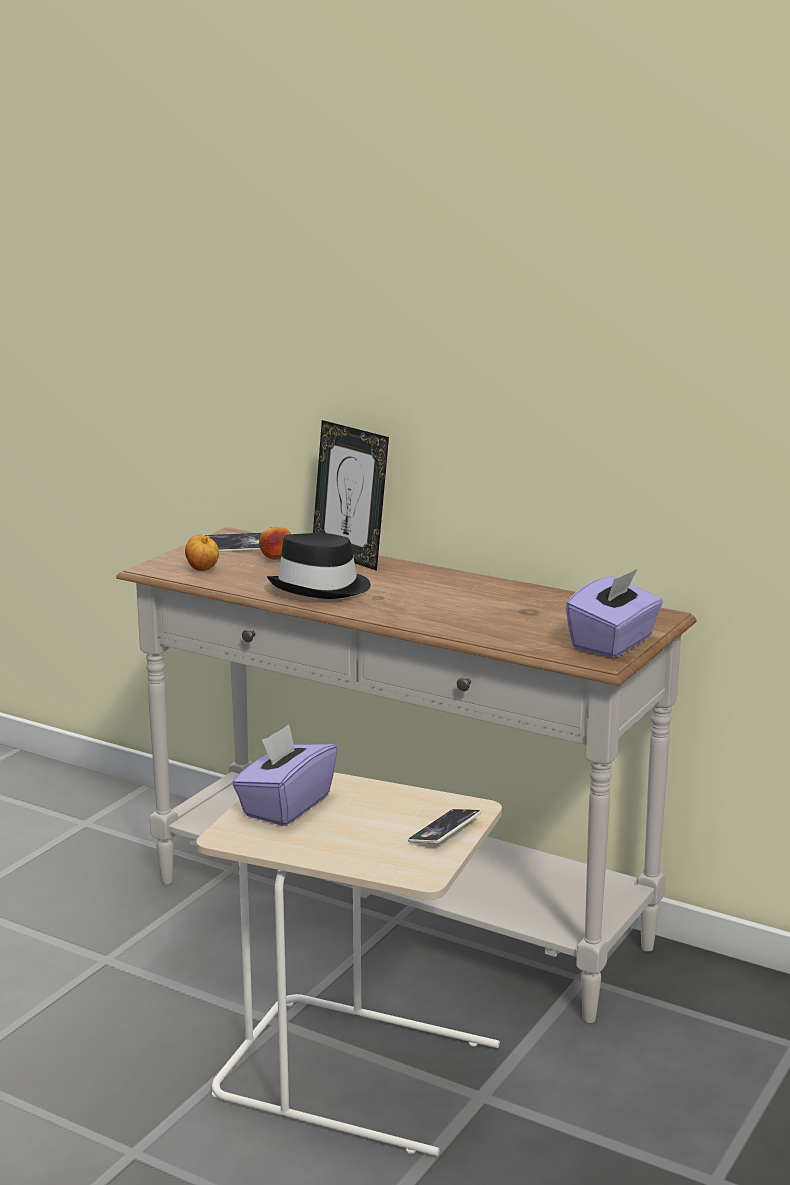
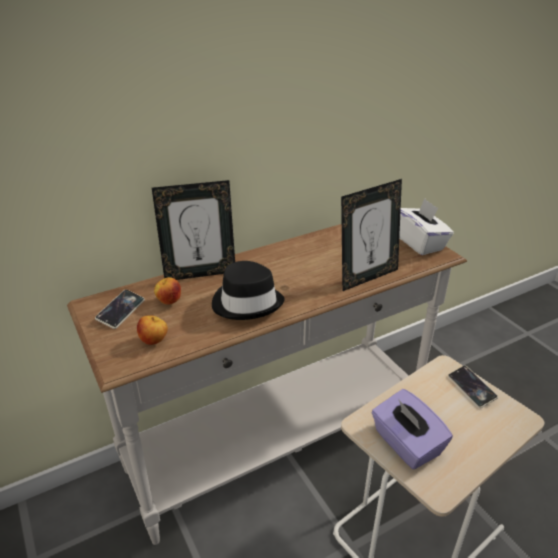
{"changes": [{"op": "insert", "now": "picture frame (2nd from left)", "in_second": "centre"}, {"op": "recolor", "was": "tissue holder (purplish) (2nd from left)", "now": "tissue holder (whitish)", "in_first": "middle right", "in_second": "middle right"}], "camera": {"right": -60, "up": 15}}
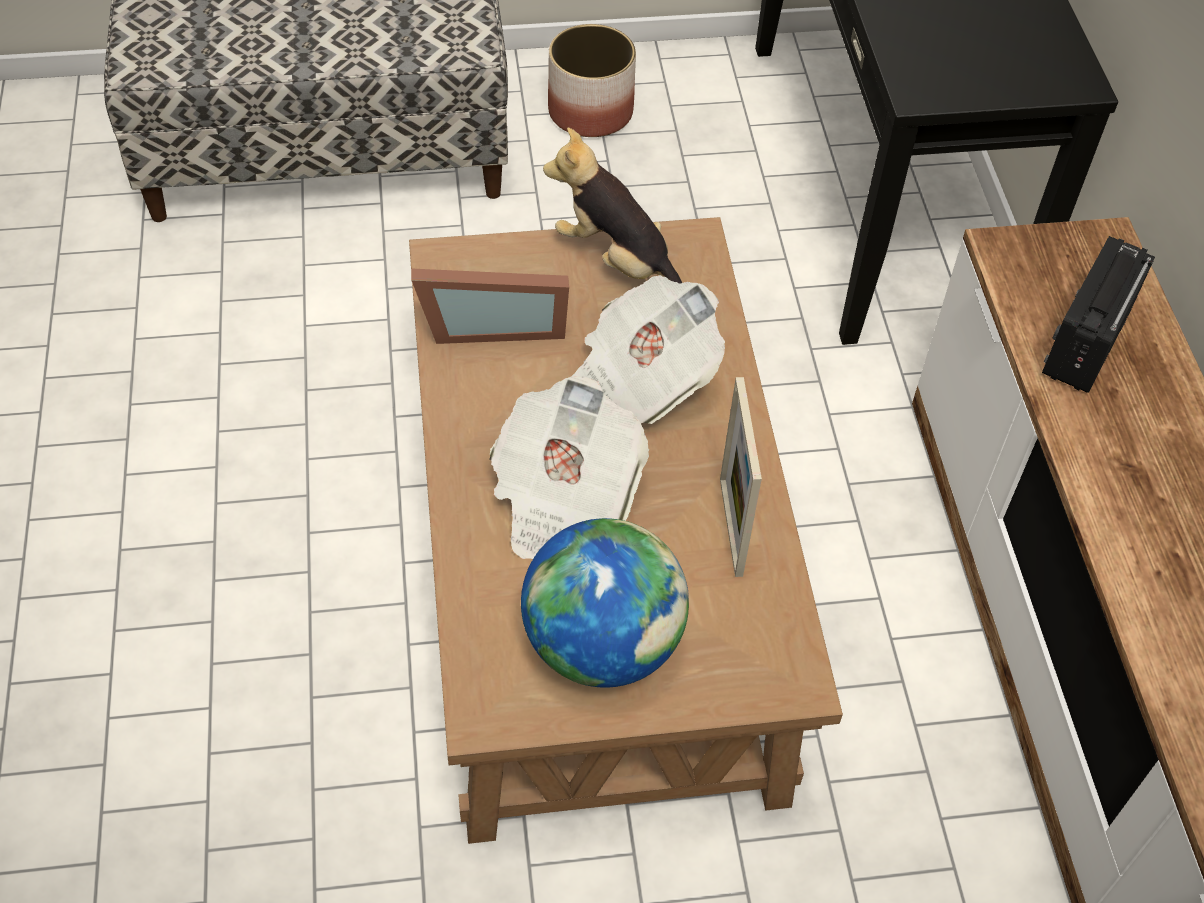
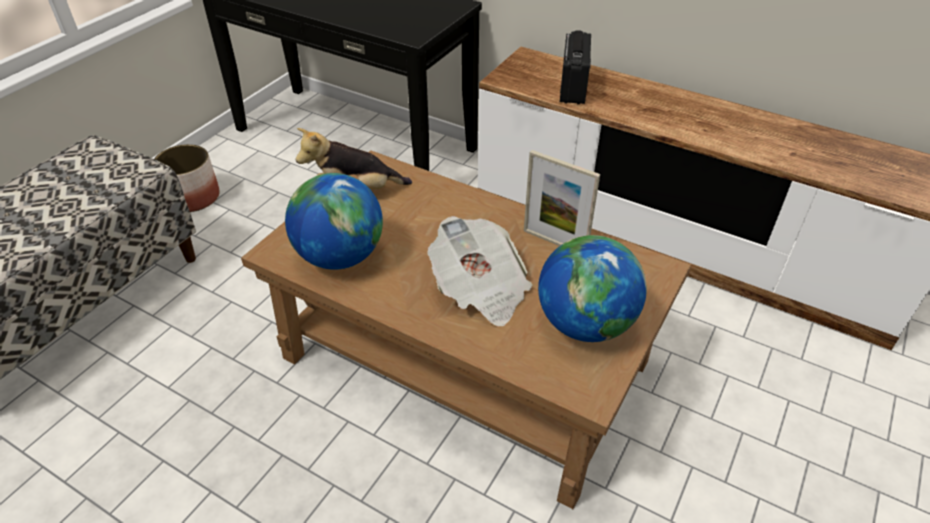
{"changes": [{"op": "replace", "was": "picture frame (1st from left)", "now": "world globe (1st from left)", "in_first": "centre", "in_second": "centre"}, {"op": "rotate", "was": "radio", "in_first": "middle right", "in_second": "top centre", "clockwise": -150}, {"op": "delete", "was": "newspaper (2nd from left)", "in_first": "centre"}], "camera": {"right": -50, "up": -10}}
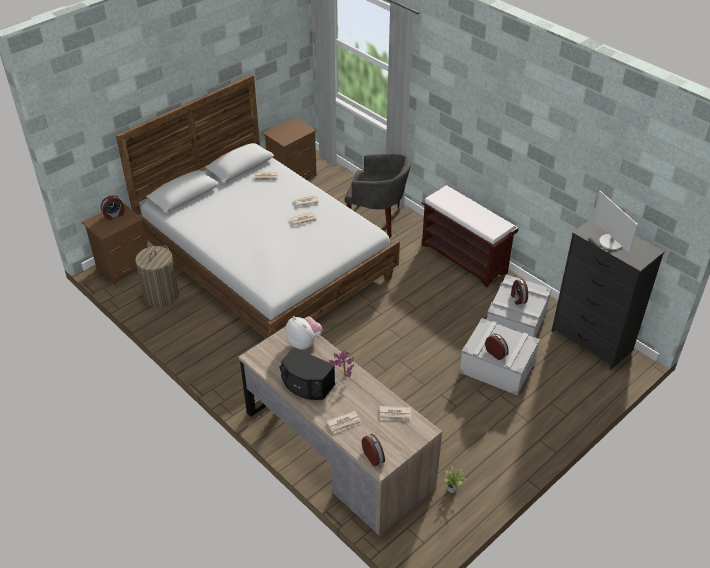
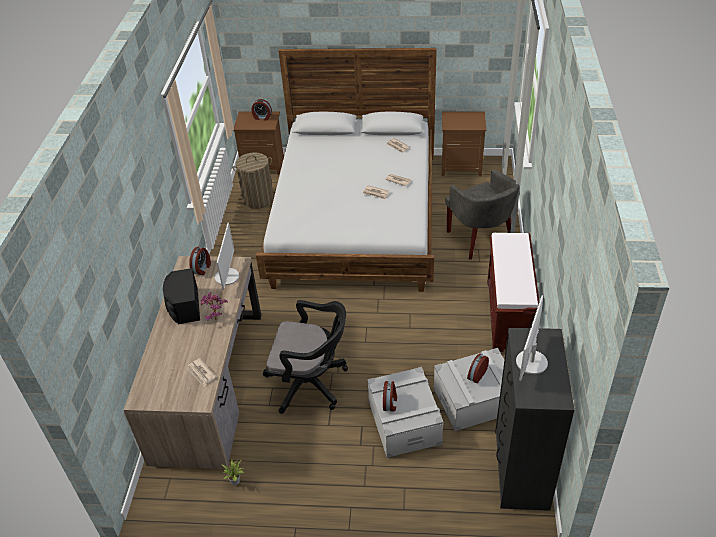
{"changes": [{"op": "move", "was": "alarm clock (2nd from left in the first image)", "now": "alarm clock (1st from left)", "in_first": "bottom centre", "in_second": "middle left"}, {"op": "replace", "was": "plush toy", "now": "computer display (1st from left)", "in_first": "centre", "in_second": "middle left"}, {"op": "insert", "now": "office chair (blackish)", "in_second": "centre"}, {"op": "delete", "was": "newspaper (4th from left)", "in_first": "bottom centre"}], "camera": {"right": 50, "up": 0}}
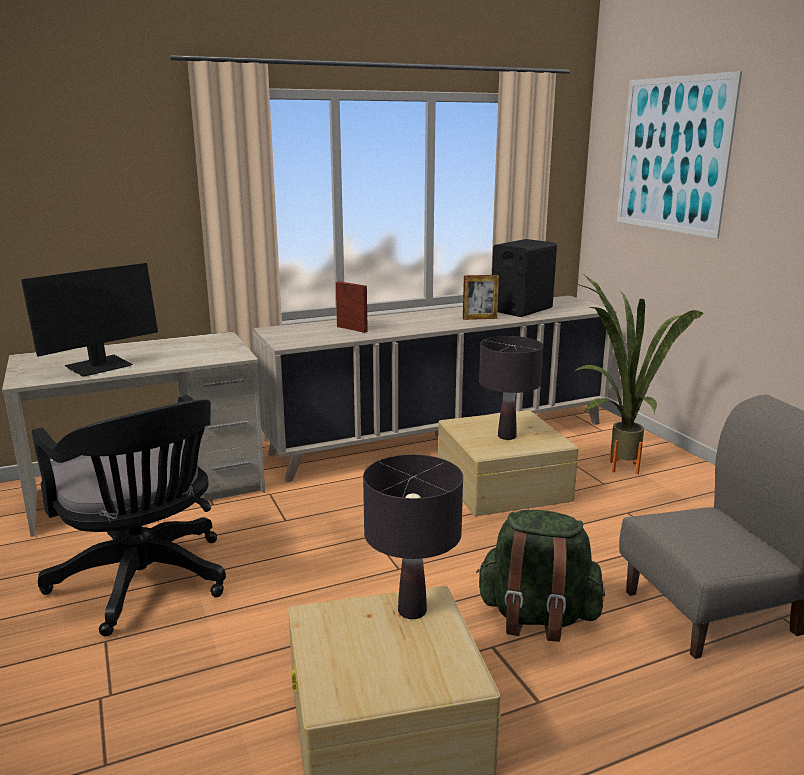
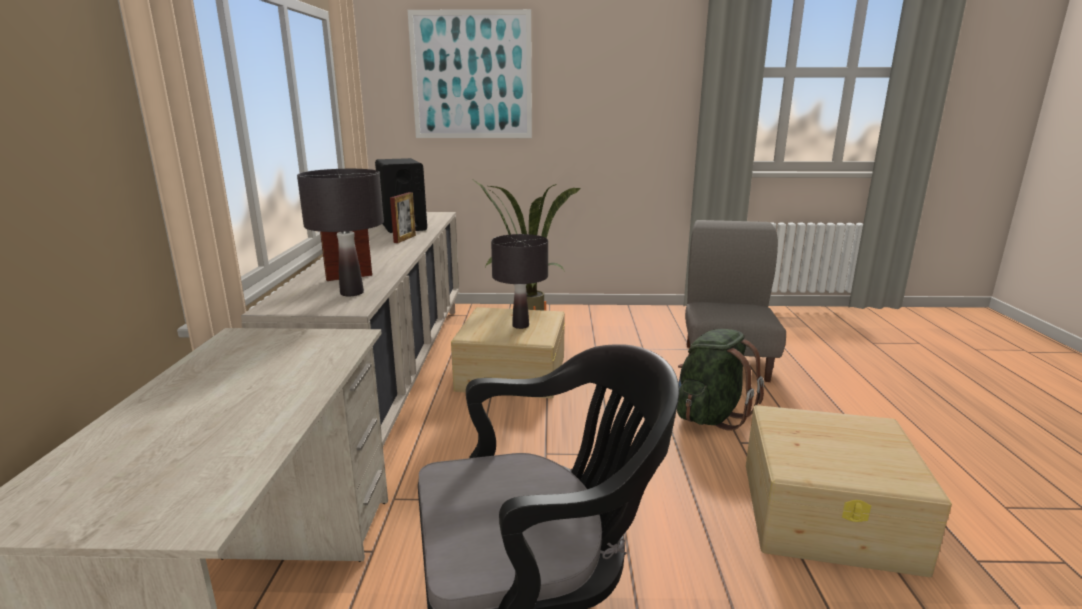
{"changes": [{"op": "move", "was": "lamp for a table (blackish) (1st from left)", "in_first": "bottom centre", "in_second": "middle left"}, {"op": "delete", "was": "computer display", "in_first": "middle left"}], "camera": {"right": -65, "up": 0}}
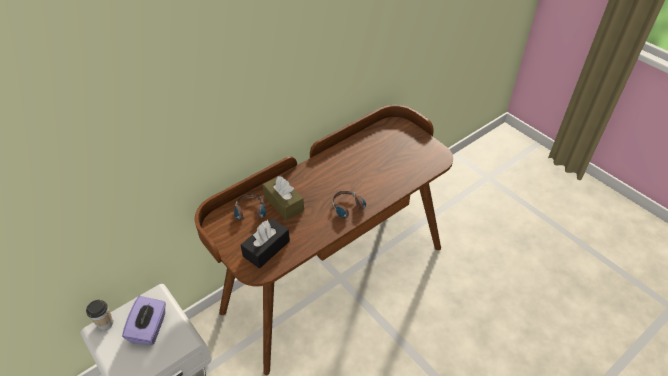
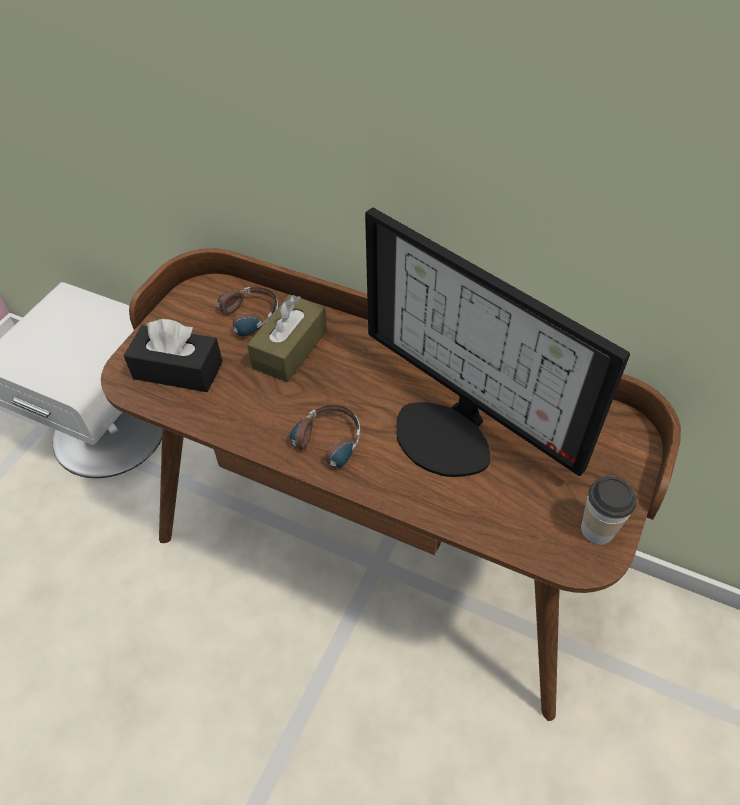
{"changes": [{"op": "insert", "now": "computer display", "in_second": "middle right"}, {"op": "move", "was": "cup", "in_first": "bottom left", "in_second": "middle right"}, {"op": "delete", "was": "tissue holder (purplish)", "in_first": "bottom left"}], "camera": {"right": 65, "up": 5}}
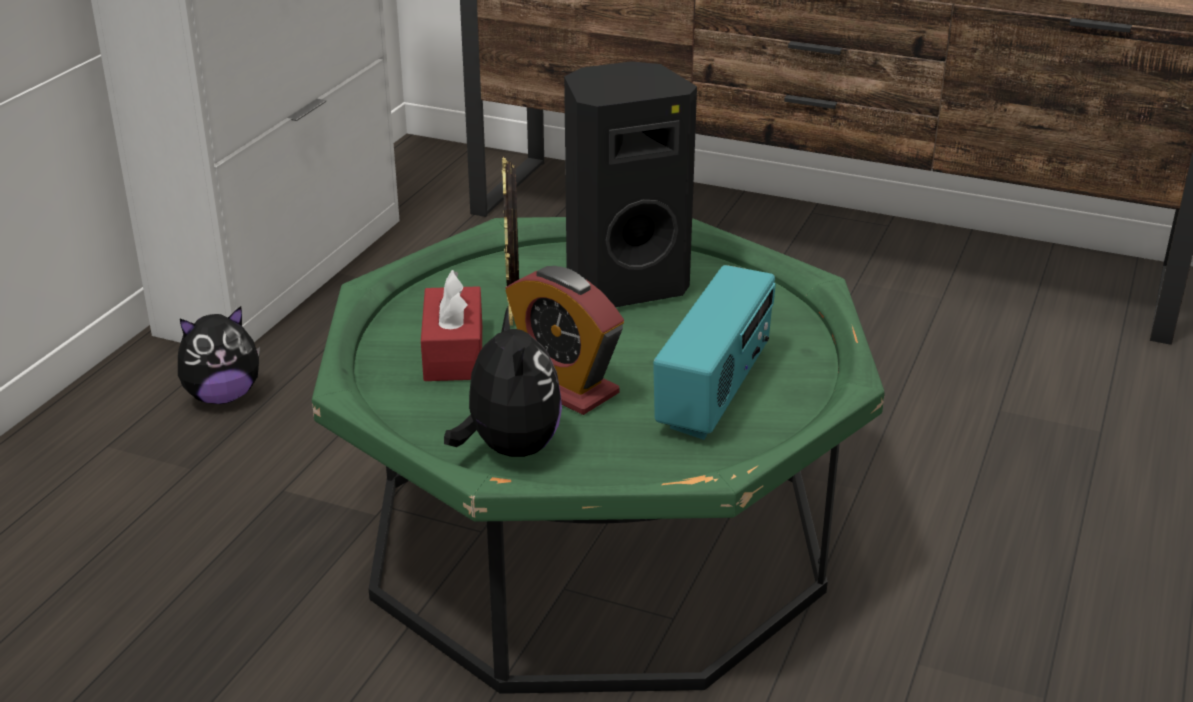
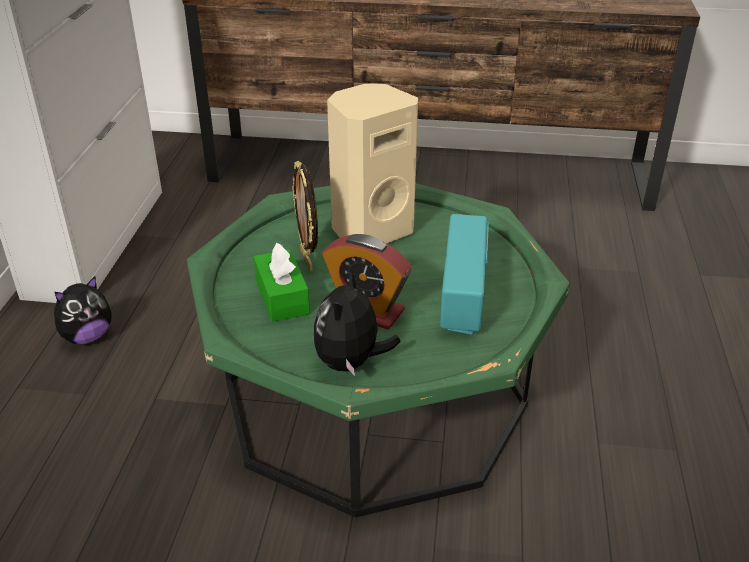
{"changes": [{"op": "recolor", "was": "tissue holder (red)", "now": "tissue holder (green-coloured)", "in_first": "centre", "in_second": "centre"}, {"op": "rotate", "was": "plush toy (2nd from left)", "in_first": "centre", "in_second": "centre", "clockwise": -135}, {"op": "recolor", "was": "loudspeaker (blackish)", "now": "loudspeaker (beige)", "in_first": "top centre", "in_second": "top centre"}], "camera": {"right": -15, "up": 5}}
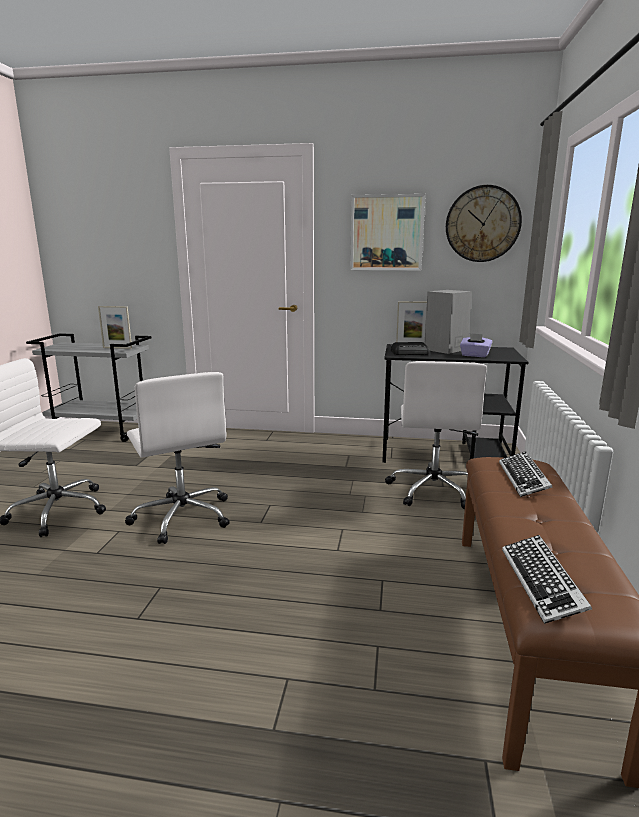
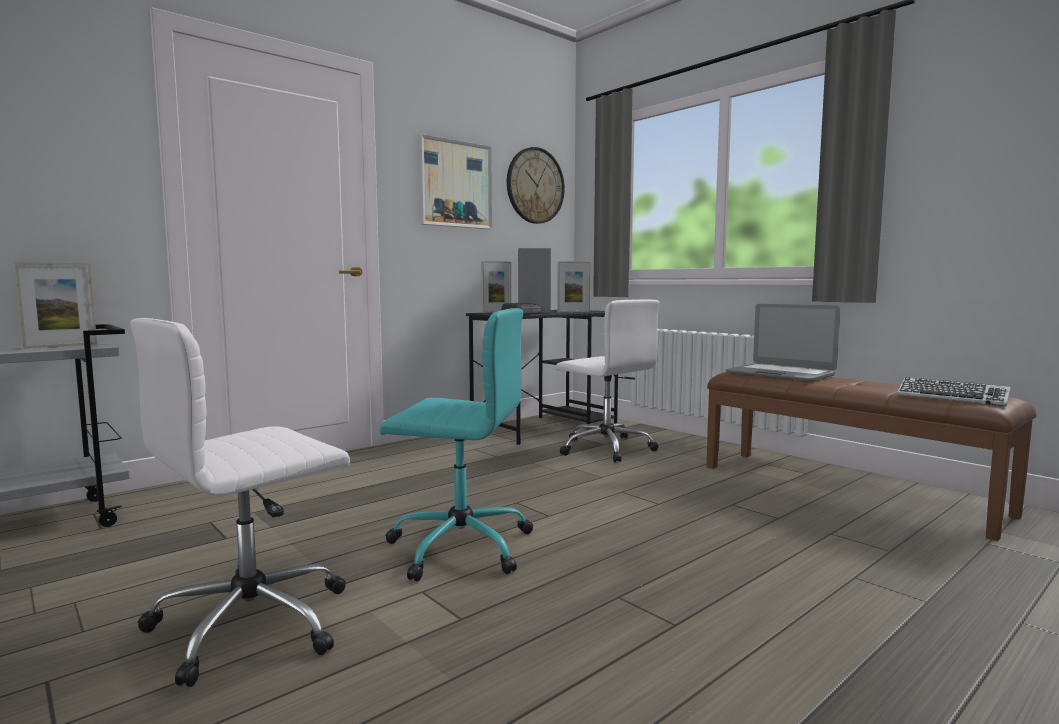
{"changes": [{"op": "recolor", "was": "office chair (whitish) (2nd from left)", "now": "office chair (turquoise)", "in_first": "middle left", "in_second": "centre"}, {"op": "replace", "was": "tissue holder (purplish)", "now": "picture frame (3rd from left)", "in_first": "middle right", "in_second": "centre"}, {"op": "replace", "was": "PC keyboard (1st from left)", "now": "laptop", "in_first": "middle right", "in_second": "middle right"}], "camera": {"right": -50, "up": -10}}
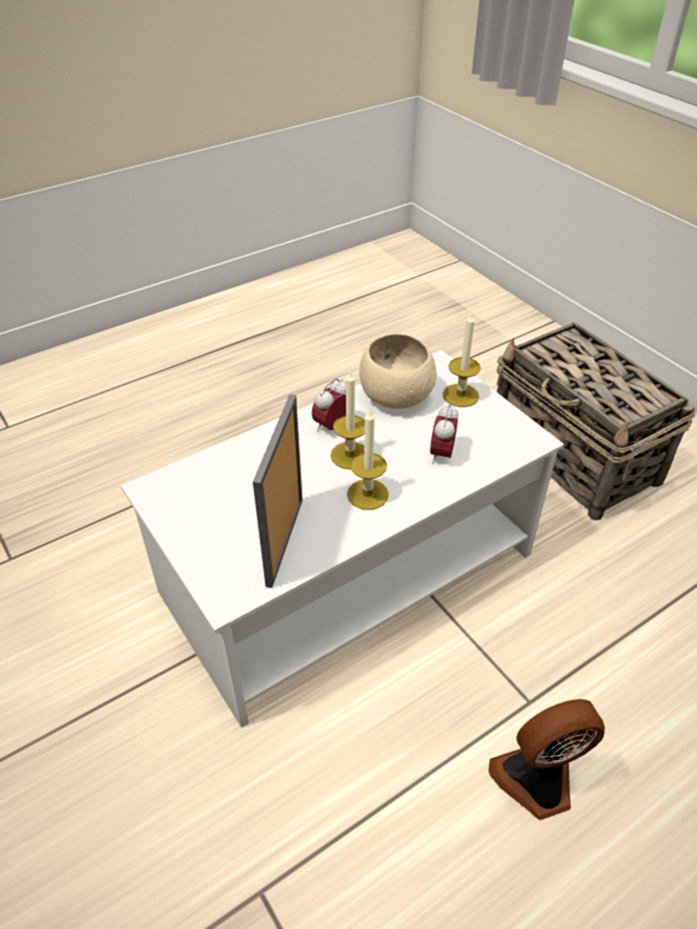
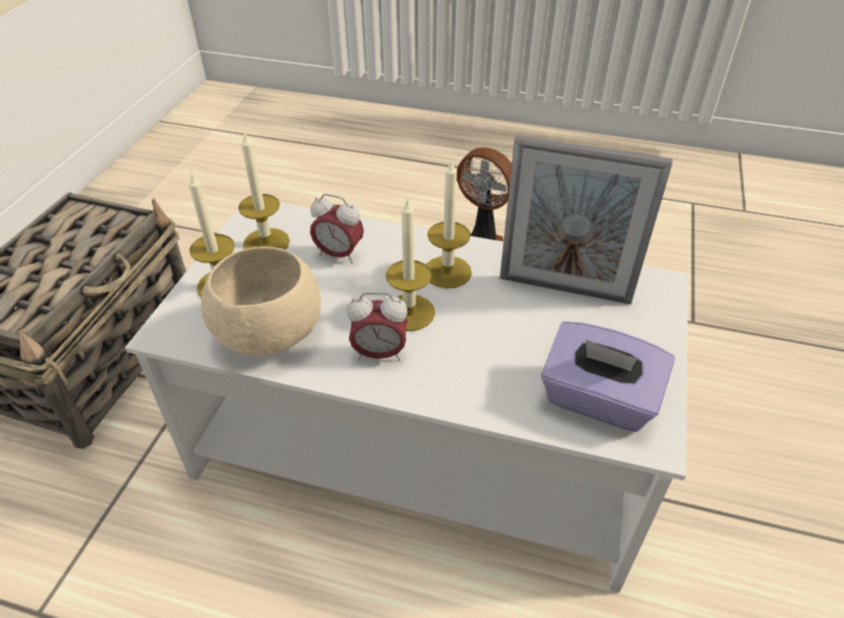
{"changes": [{"op": "insert", "now": "candle (2nd from left)", "in_second": "top left"}, {"op": "rotate", "was": "alarm clock (2nd from left in the first image)", "in_first": "centre", "in_second": "centre", "clockwise": 45}, {"op": "rotate", "was": "picture frame", "in_first": "centre", "in_second": "middle right", "clockwise": 45}, {"op": "insert", "now": "tissue holder (purplish)", "in_second": "middle right"}], "camera": {"right": -130, "up": 0}}
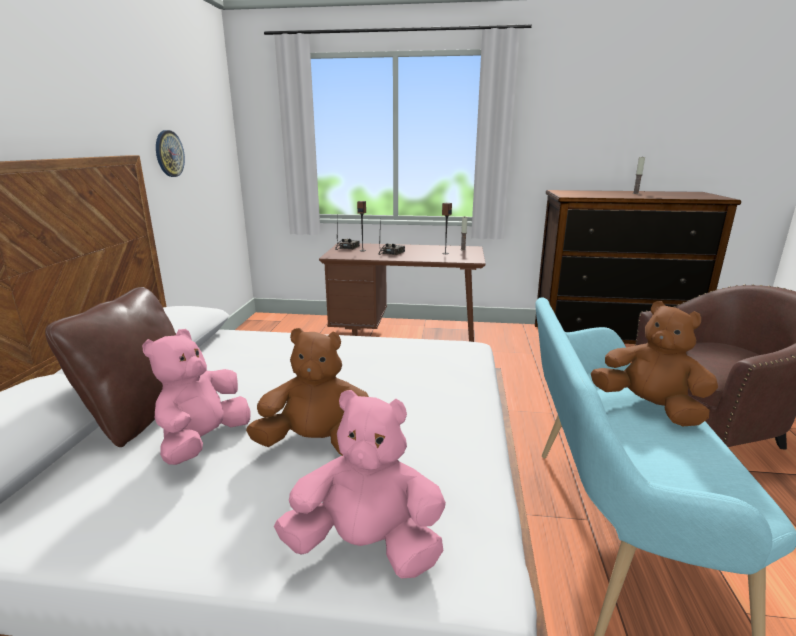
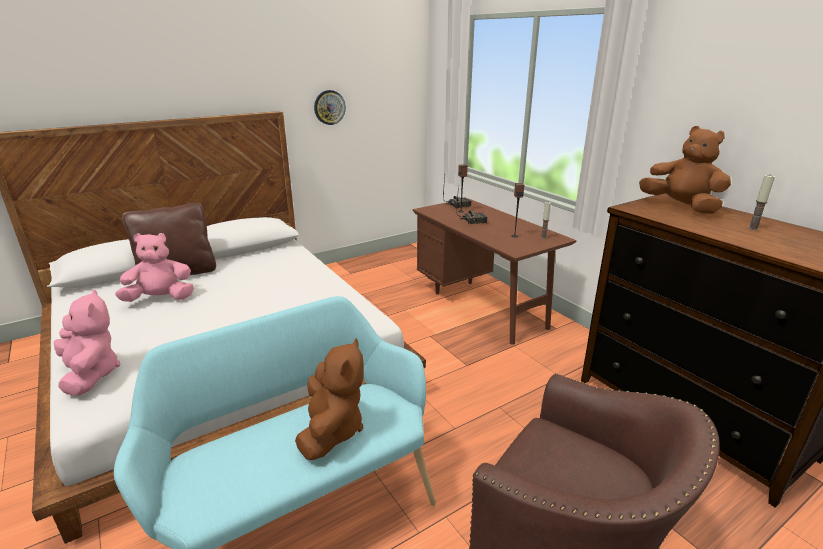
{"changes": [{"op": "move", "was": "plush toy (brown-coloured) (1st from left in the first image)", "now": "plush toy (brown-coloured) (2nd from left)", "in_first": "centre", "in_second": "top right"}], "camera": {"right": 50, "up": 5}}
